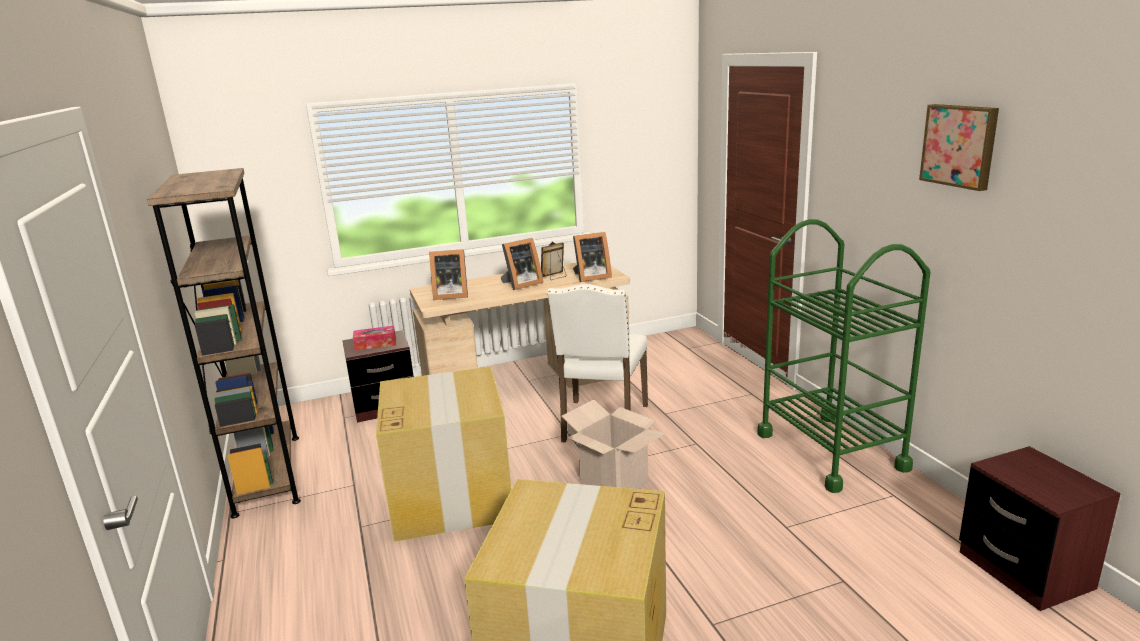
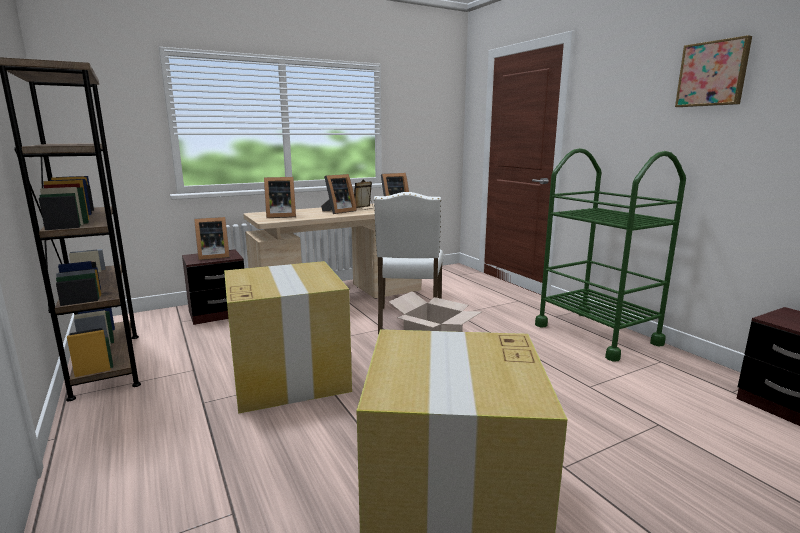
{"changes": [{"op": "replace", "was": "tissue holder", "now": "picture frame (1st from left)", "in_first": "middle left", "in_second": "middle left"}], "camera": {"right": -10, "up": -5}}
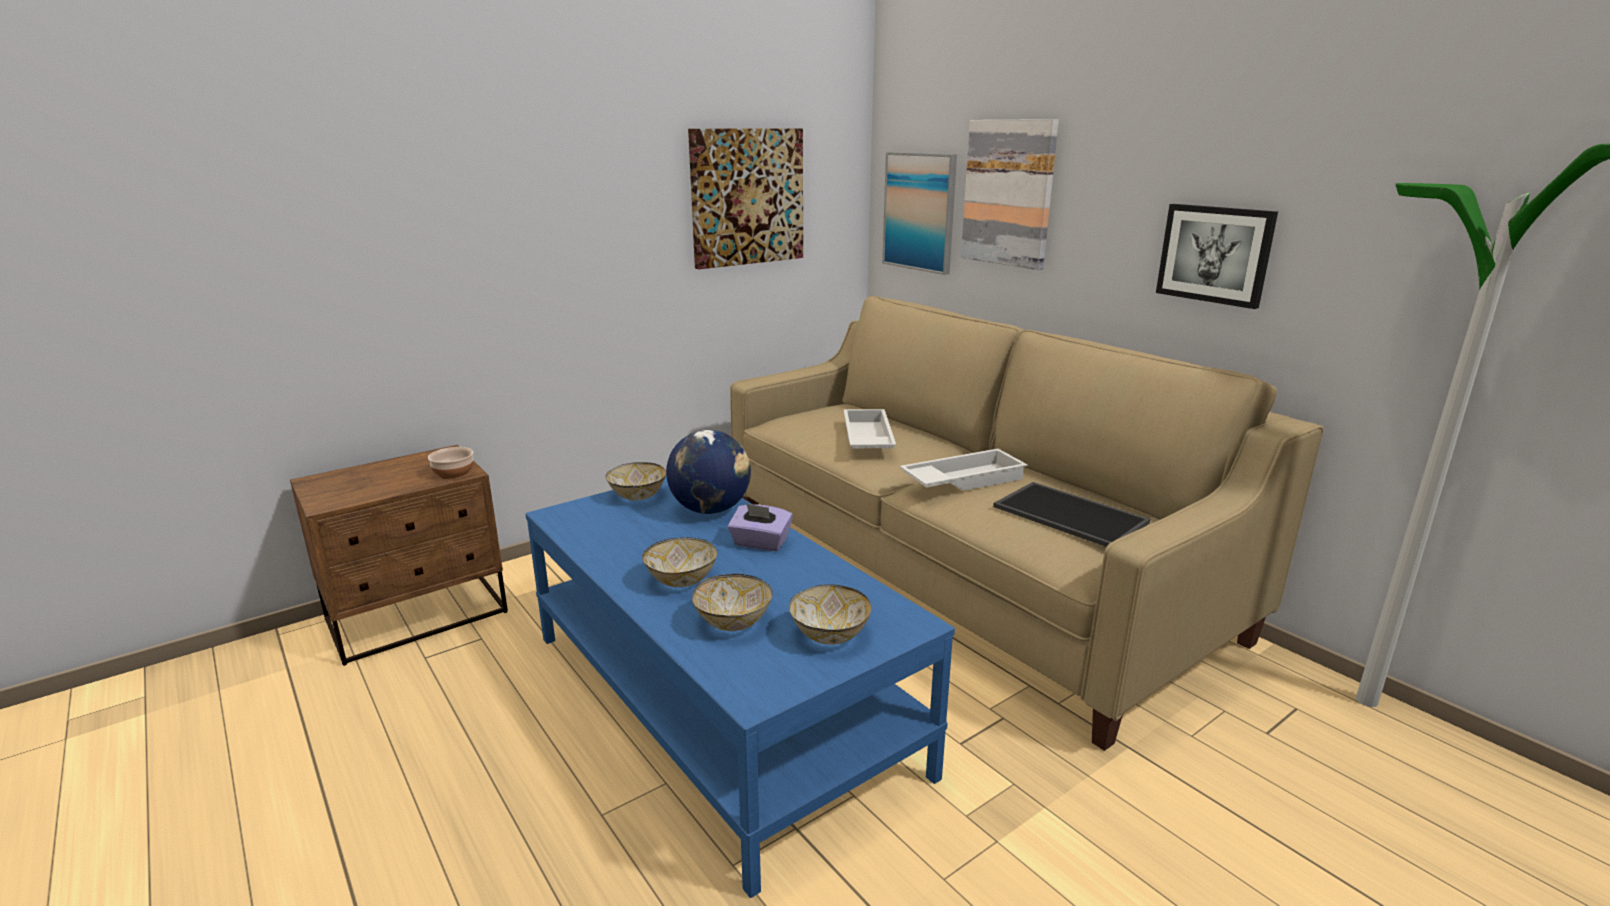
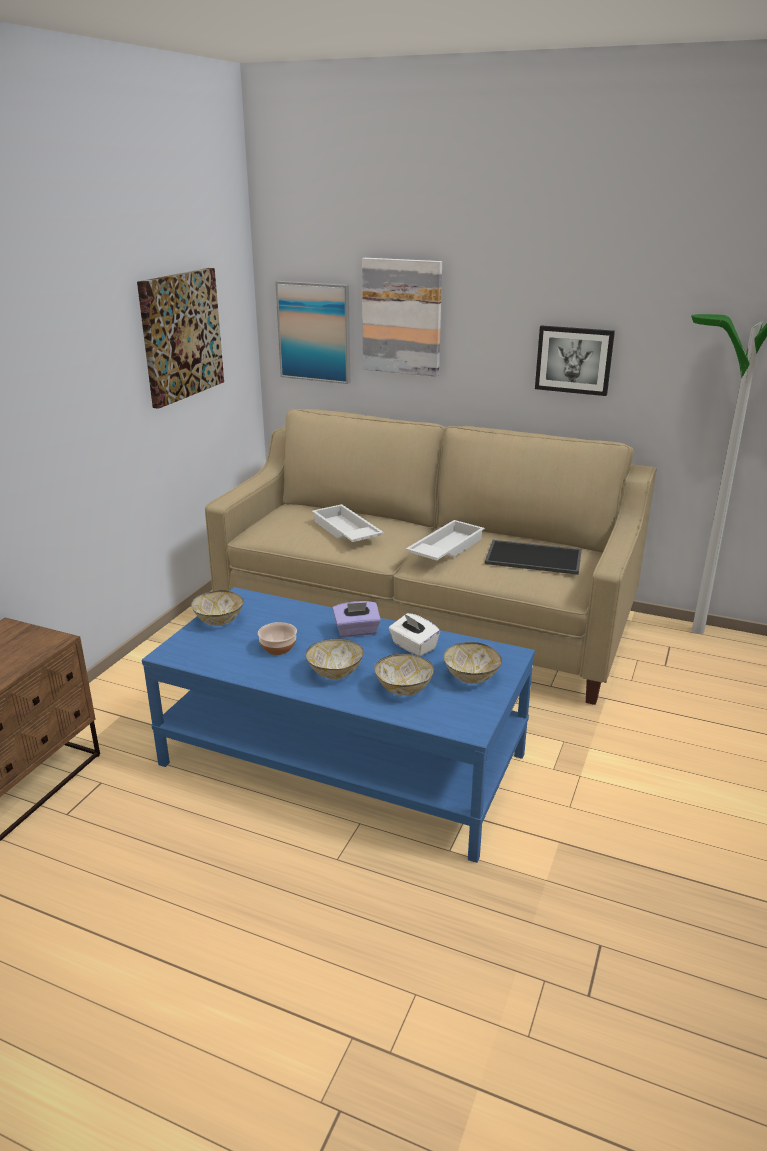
{"changes": [{"op": "move", "was": "bowl (1st from left in the first image)", "now": "bowl (2nd from left)", "in_first": "middle left", "in_second": "centre"}, {"op": "insert", "now": "tissue holder (whitish)", "in_second": "centre"}, {"op": "delete", "was": "world globe", "in_first": "centre"}], "camera": {"right": -30, "up": 5}}
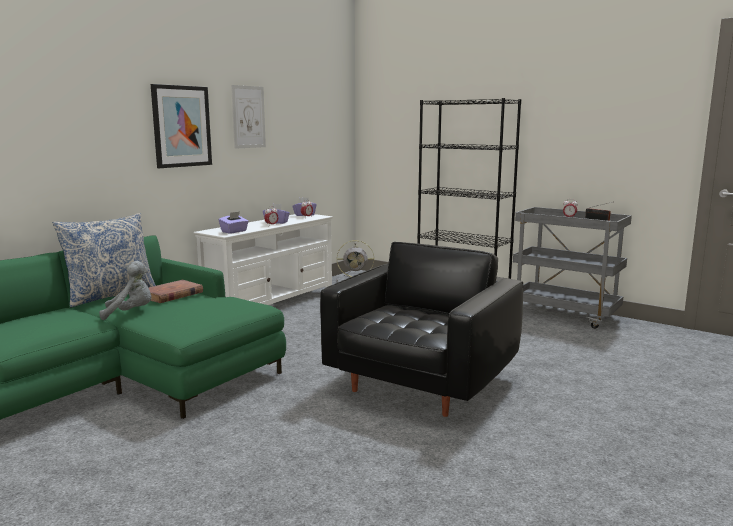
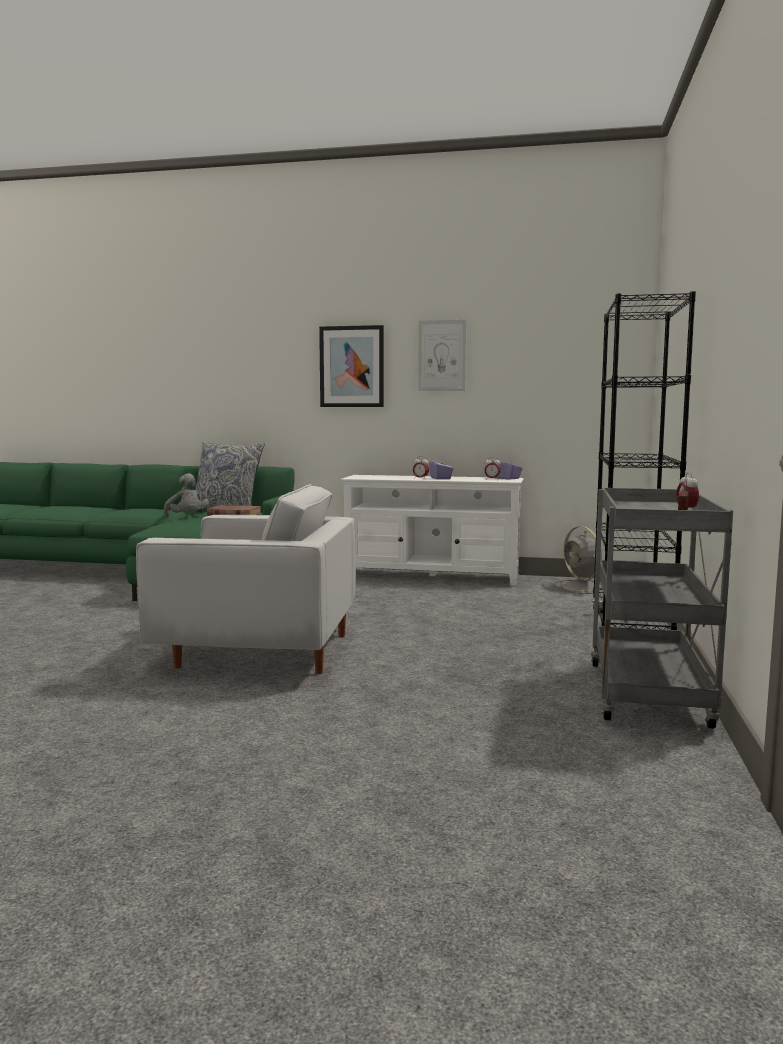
{"changes": [{"op": "recolor", "was": "lounge chair (blackish)", "now": "lounge chair (whitish)", "in_first": "centre", "in_second": "middle left"}, {"op": "delete", "was": "tissue holder (purplish) (1st from left)", "in_first": "middle left"}], "camera": {"right": 65, "up": -5}}
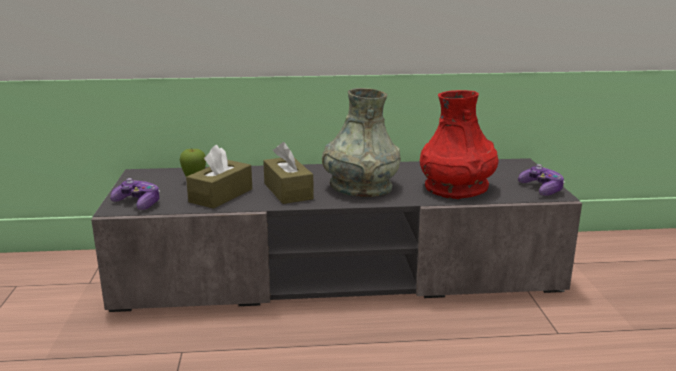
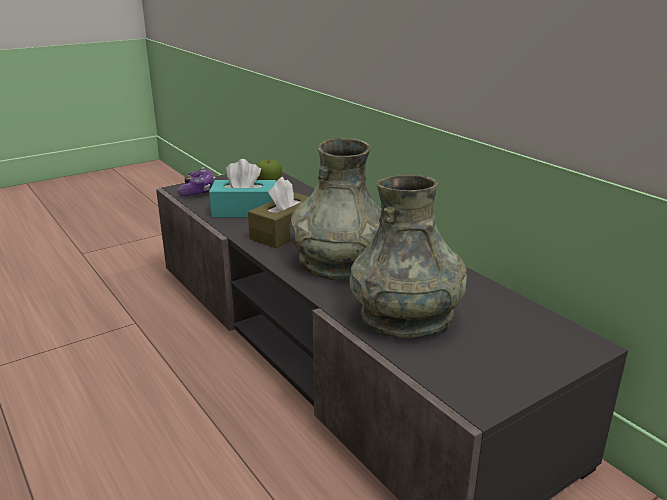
{"changes": [{"op": "recolor", "was": "tissue holder (brown-coloured) (1st from left)", "now": "tissue holder (turquoise)", "in_first": "middle left", "in_second": "centre"}, {"op": "recolor", "was": "vase (red)", "now": "vase (greyish) (2nd from left)", "in_first": "middle right", "in_second": "centre"}, {"op": "delete", "was": "gamepad (2nd from left)", "in_first": "middle right"}], "camera": {"right": 60, "up": 5}}
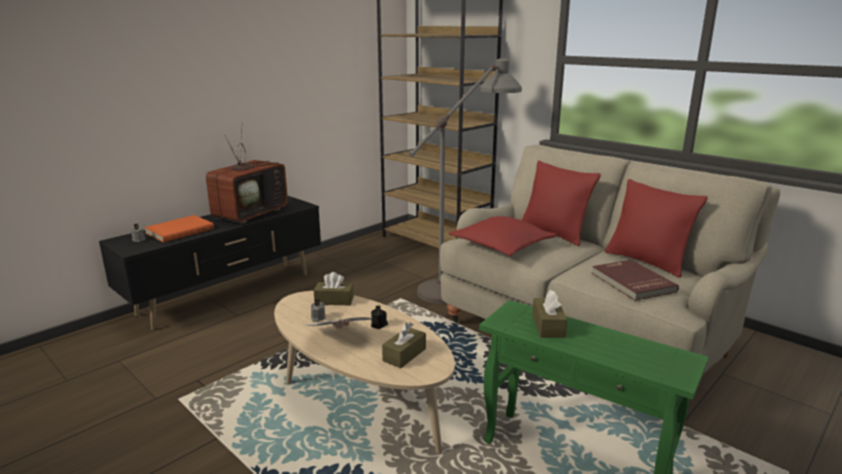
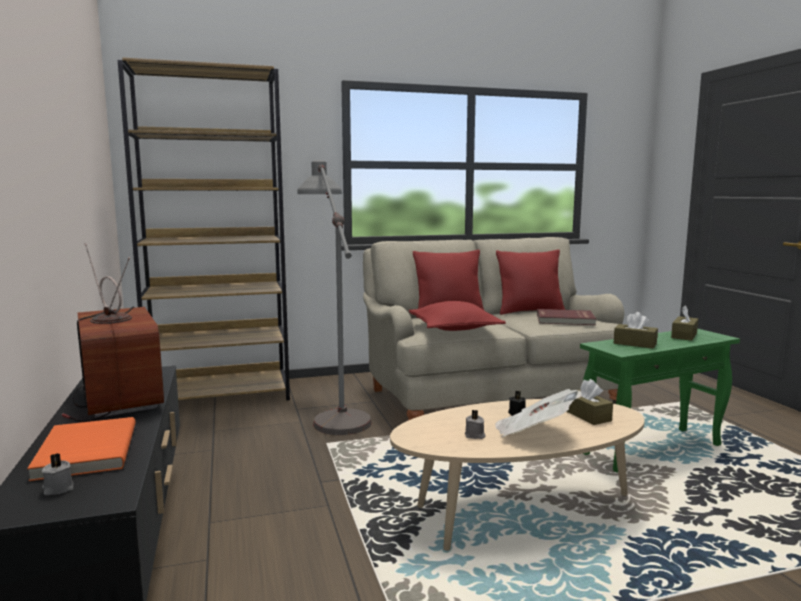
{"changes": [{"op": "move", "was": "tissue holder (brown-coloured) (1st from left in the first image)", "now": "tissue holder (brown-coloured) (3rd from left)", "in_first": "centre", "in_second": "middle right"}], "camera": {"right": -60, "up": -10}}
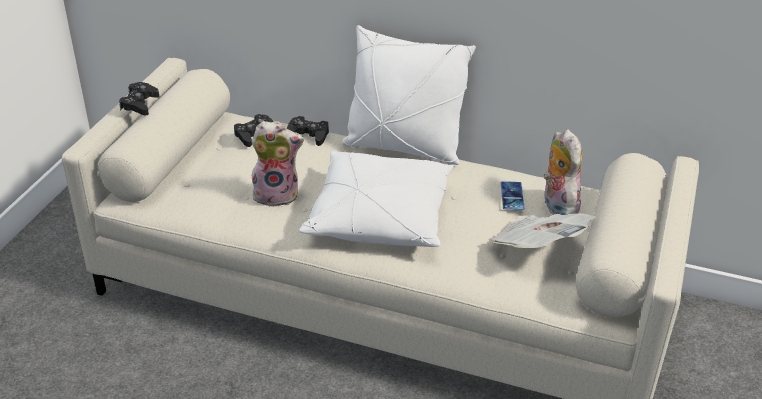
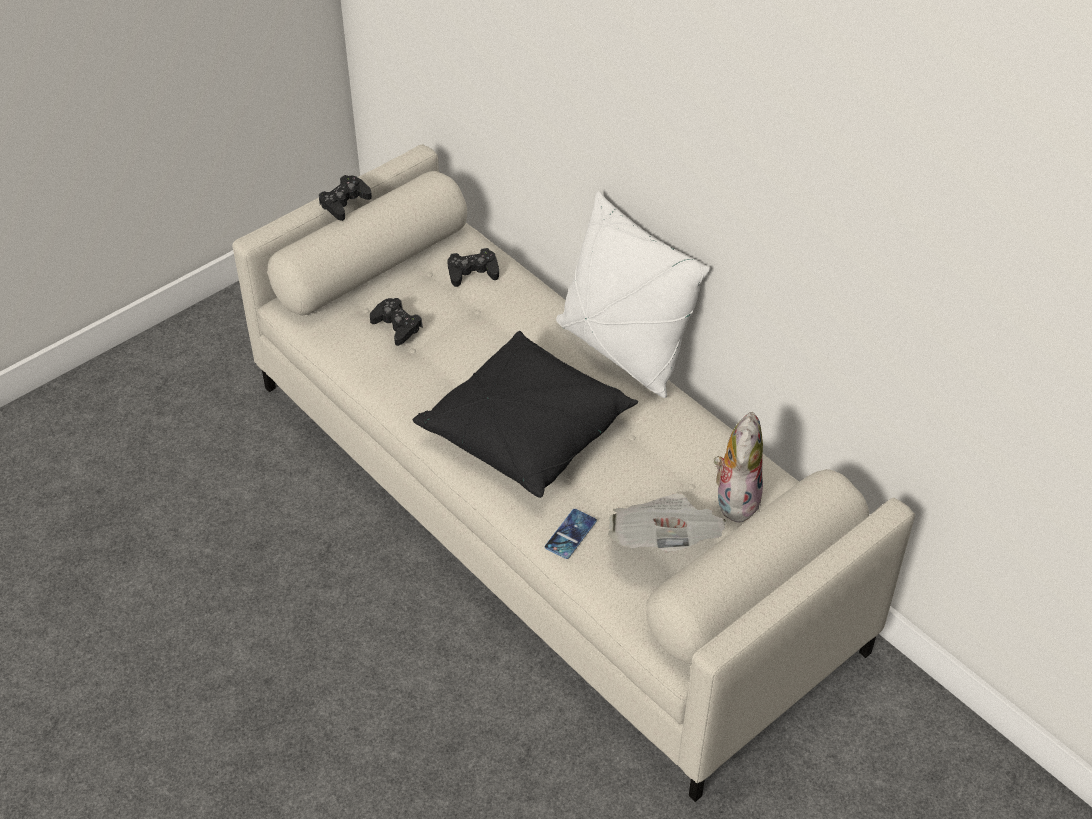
{"changes": [{"op": "move", "was": "gamepad (blackish) (3rd from left in the first image)", "now": "gamepad (blackish) (2nd from left)", "in_first": "top centre", "in_second": "centre"}, {"op": "recolor", "was": "cushion (whitish) (1st from left)", "now": "cushion (blackish)", "in_first": "centre", "in_second": "centre"}, {"op": "move", "was": "handset", "in_first": "middle right", "in_second": "centre"}, {"op": "delete", "was": "plush toy (1st from left)", "in_first": "centre"}], "camera": {"right": 30, "up": 10}}
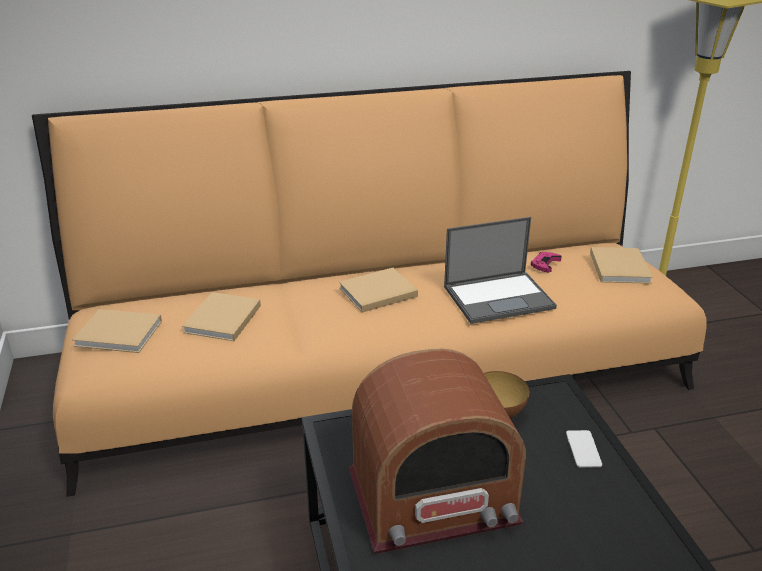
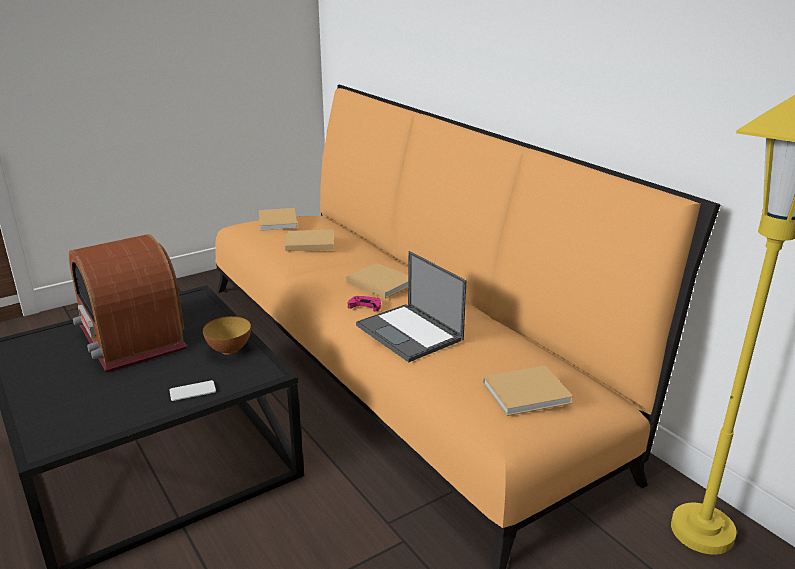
{"changes": [{"op": "move", "was": "gamepad (pink)", "in_first": "middle right", "in_second": "centre"}], "camera": {"right": 70, "up": -5}}
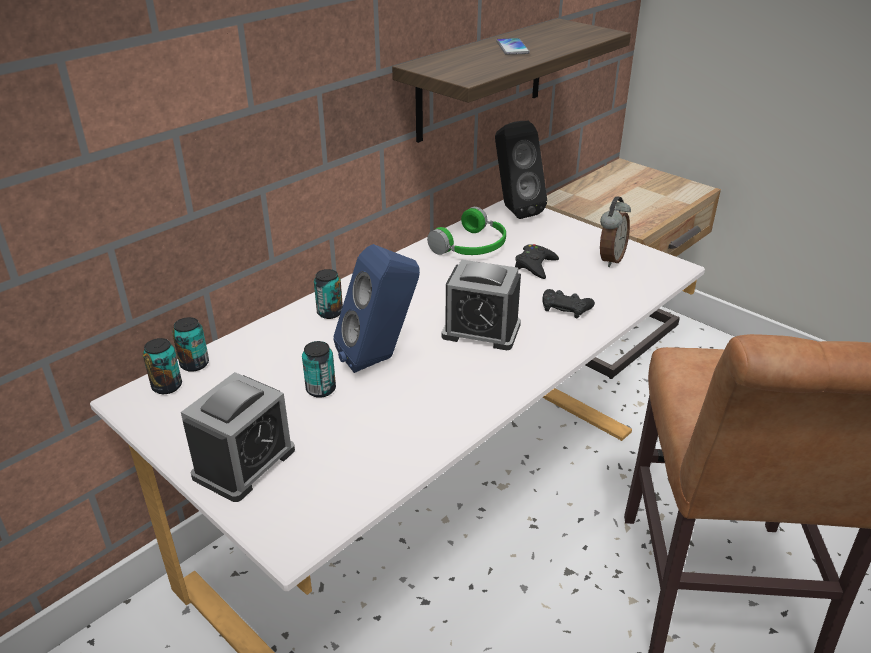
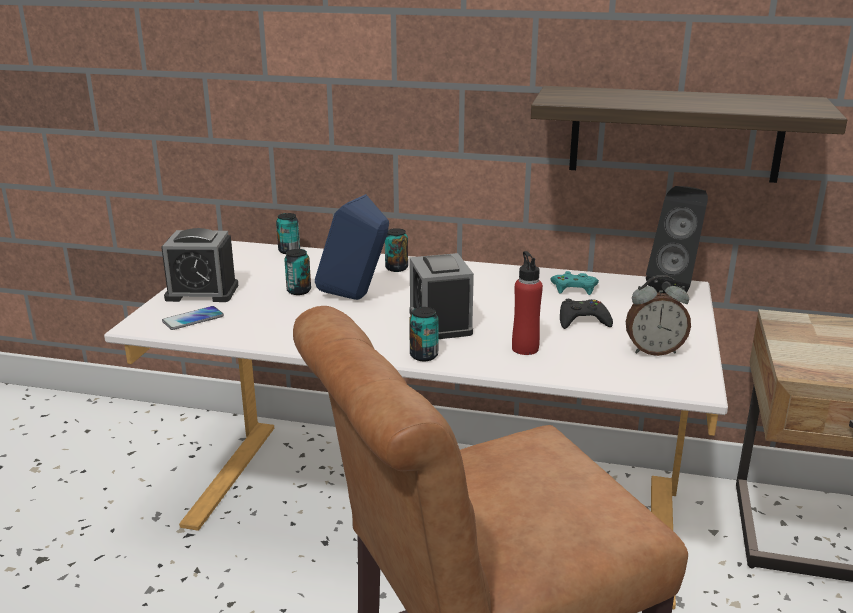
{"changes": [{"op": "move", "was": "handset", "in_first": "top centre", "in_second": "middle left"}, {"op": "move", "was": "metal can (1st from left in the first image)", "now": "metal can (4th from left)", "in_first": "middle left", "in_second": "centre"}, {"op": "replace", "was": "gamepad (blackish) (2nd from left)", "now": "beverage bottle (red)", "in_first": "centre", "in_second": "centre"}, {"op": "replace", "was": "headphones (green-coloured)", "now": "gamepad (turquoise)", "in_first": "centre", "in_second": "middle right"}], "camera": {"right": 60, "up": -10}}
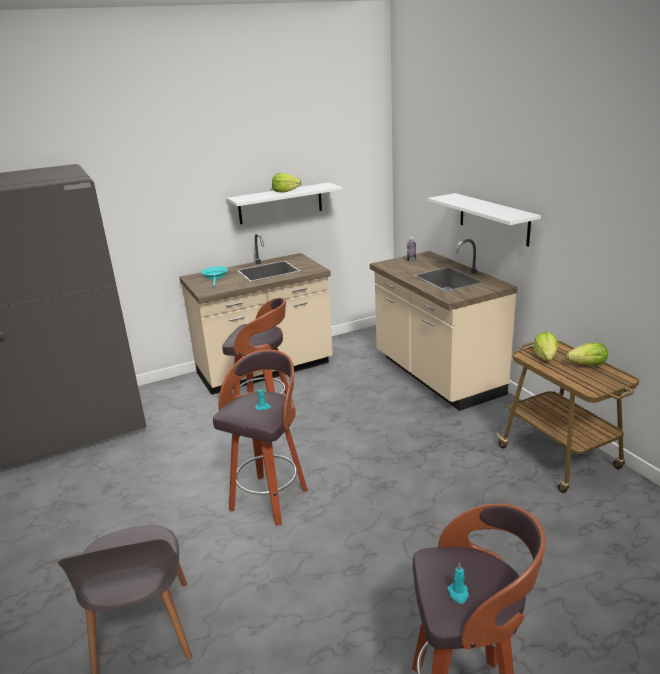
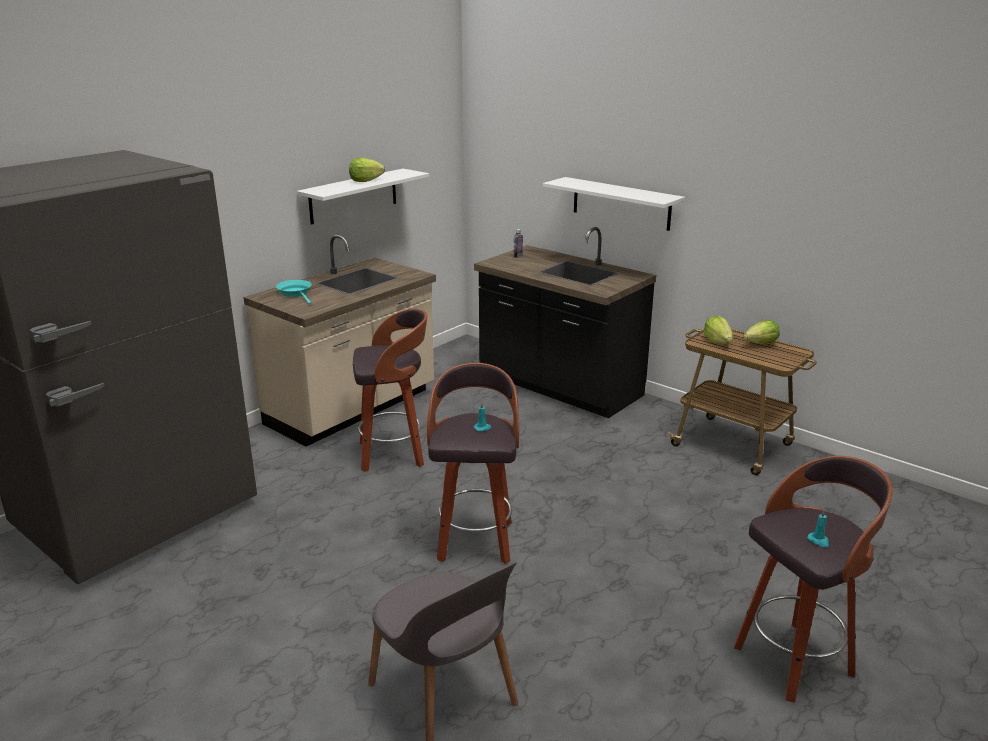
{"changes": [{"op": "recolor", "was": "counter (beige) (2nd from left)", "now": "counter (blackish)", "in_first": "middle right", "in_second": "centre"}], "camera": {"right": -25, "up": 0}}
